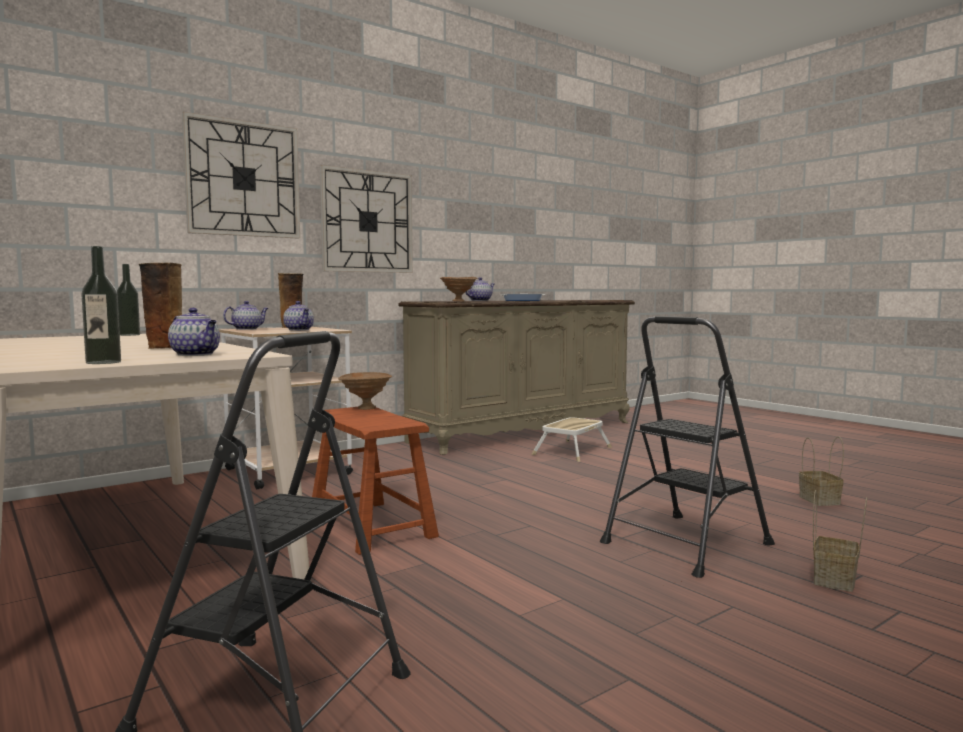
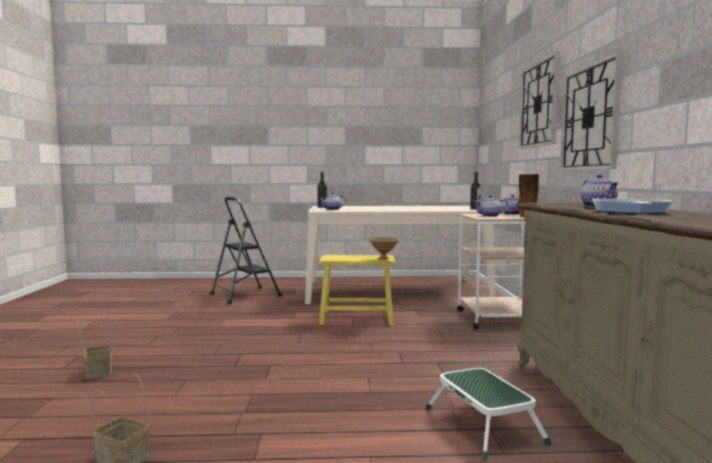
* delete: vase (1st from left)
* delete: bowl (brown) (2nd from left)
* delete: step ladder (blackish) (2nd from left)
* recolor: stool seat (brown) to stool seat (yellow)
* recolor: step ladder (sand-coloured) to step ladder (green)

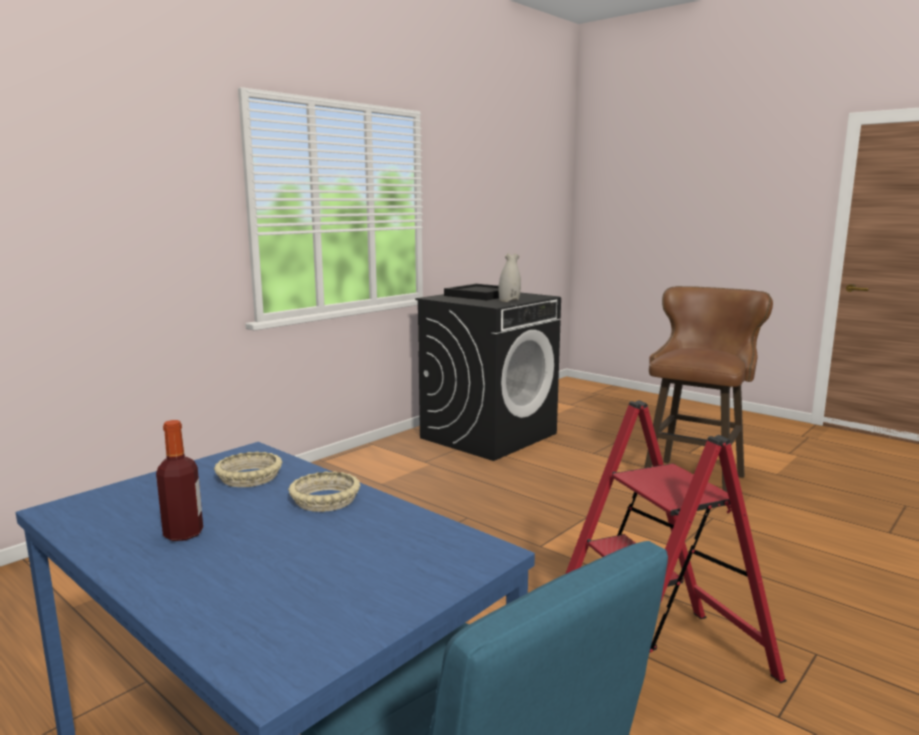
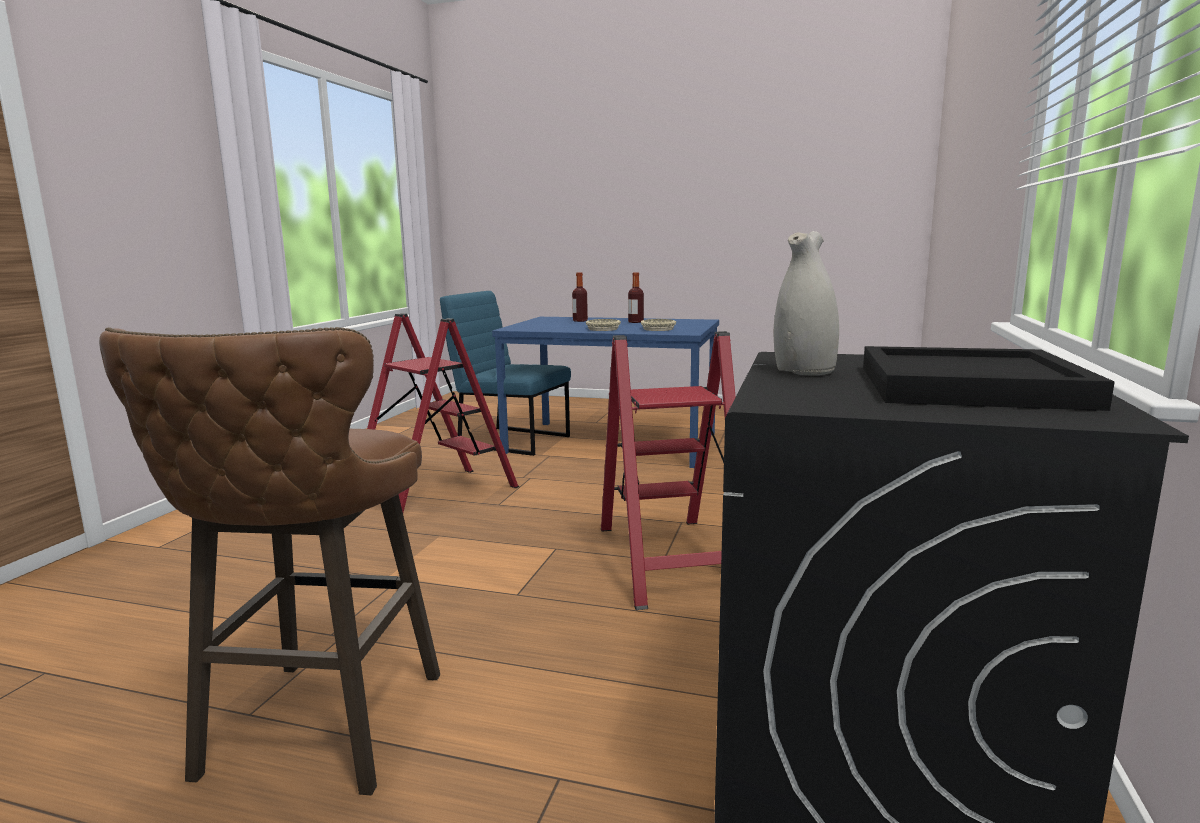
* insert: drink bottle (1st from left)
* insert: step ladder (red) (2nd from left)

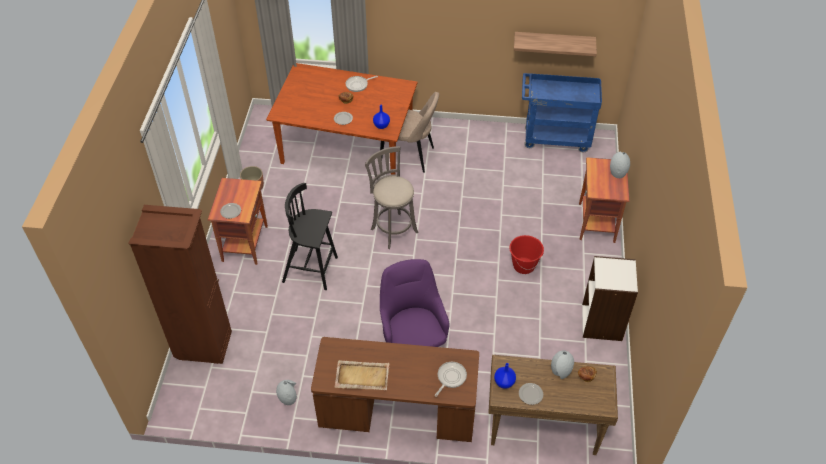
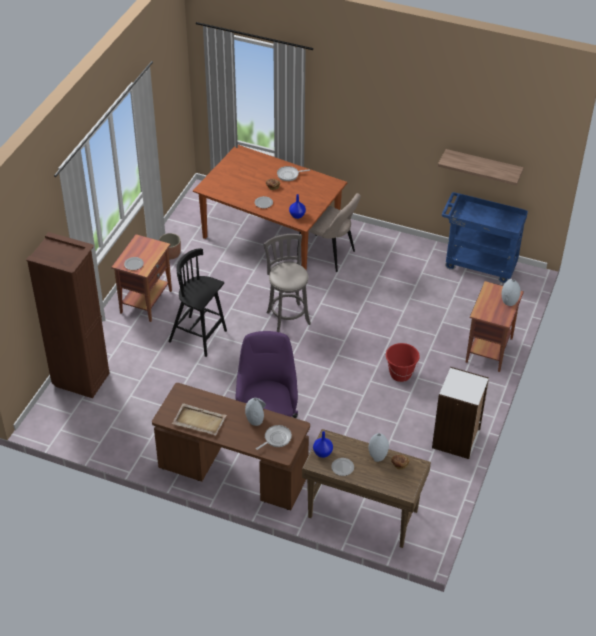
* move: vase (grey) (1st from left)

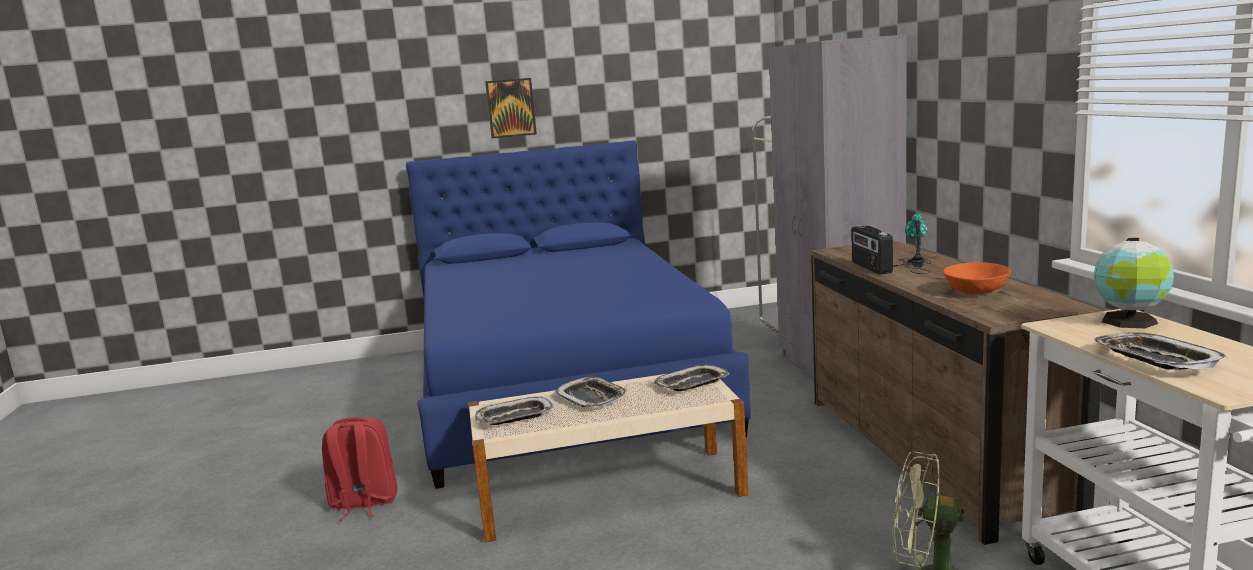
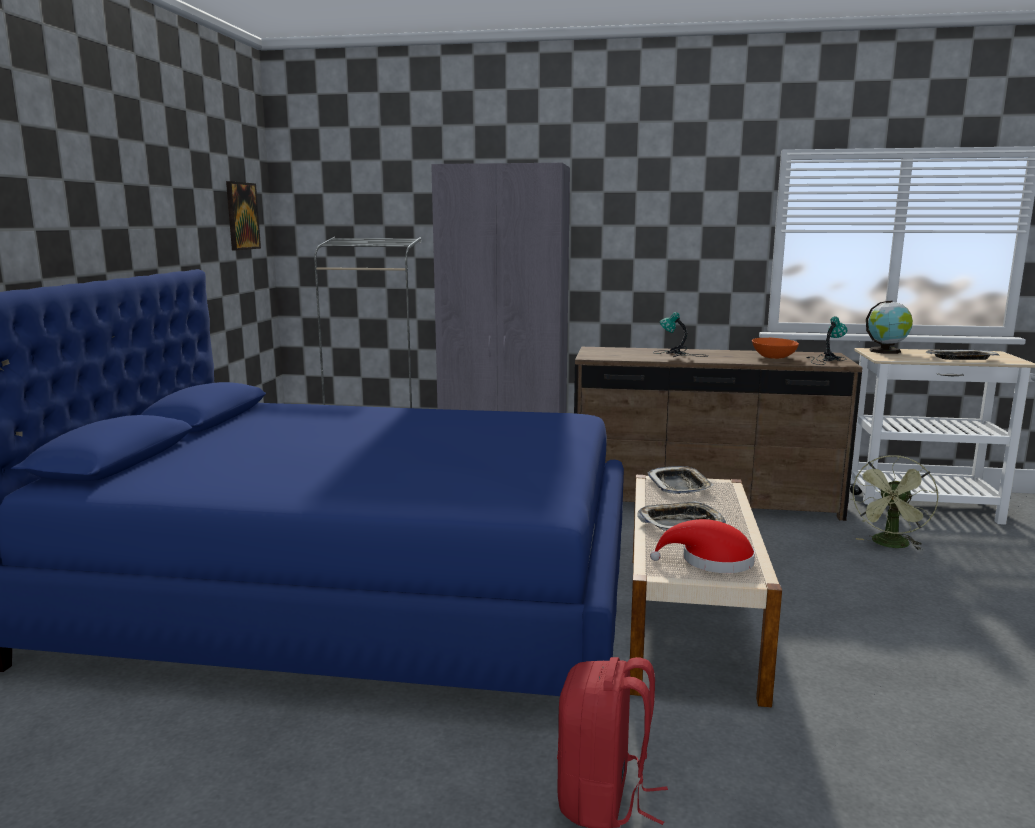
* delete: radio
* insert: table lamp (2nd from left)
* move: picture
* replace: serving tray (1st from left) to clothing hat (red)

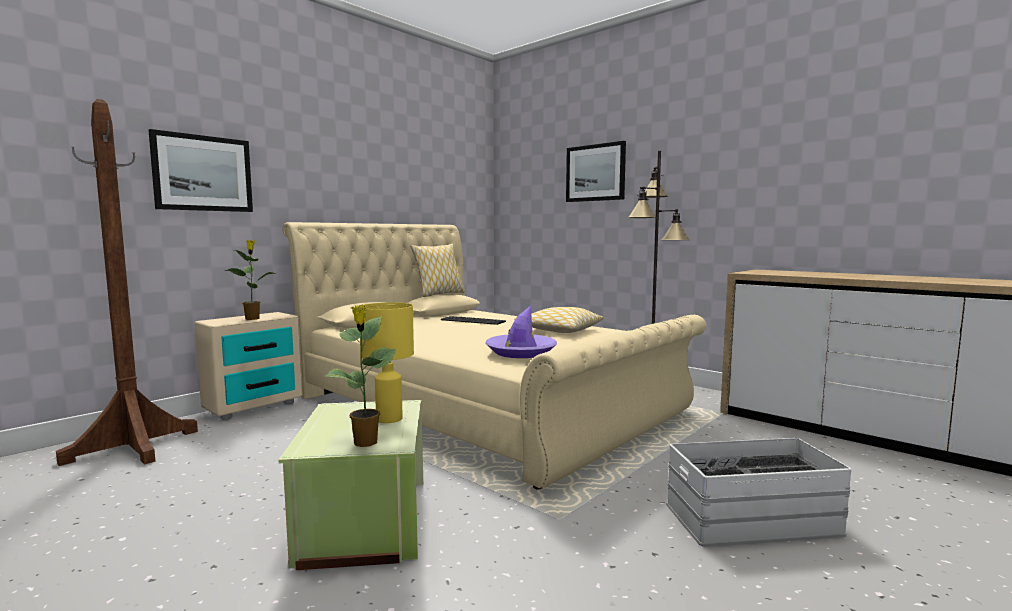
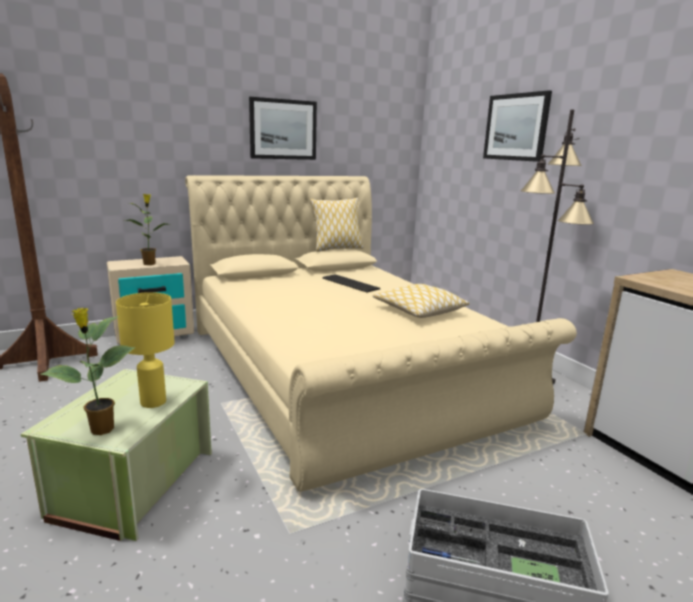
* delete: clothing hat (purplish)
* move: picture (1st from left)

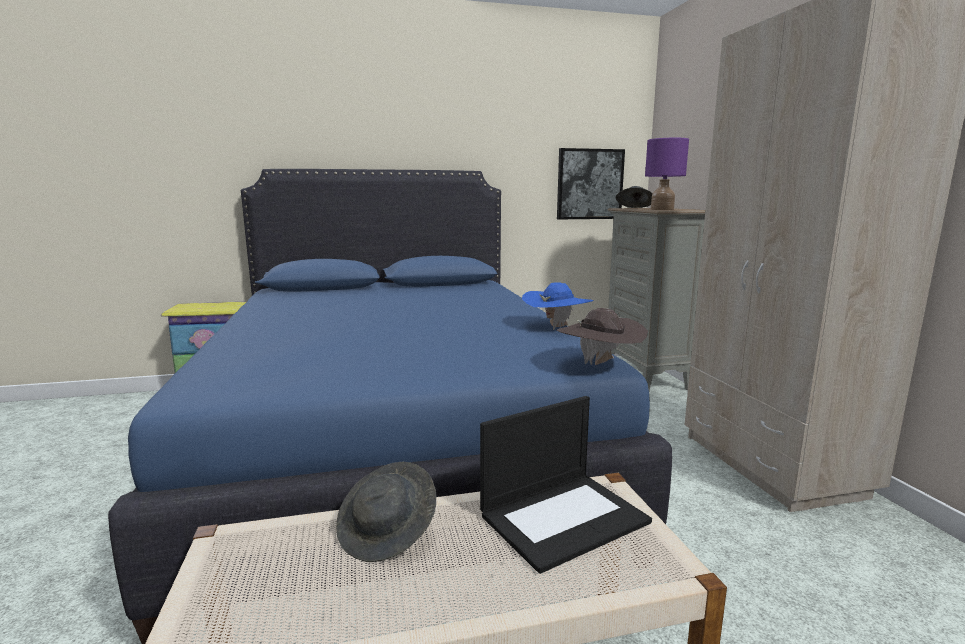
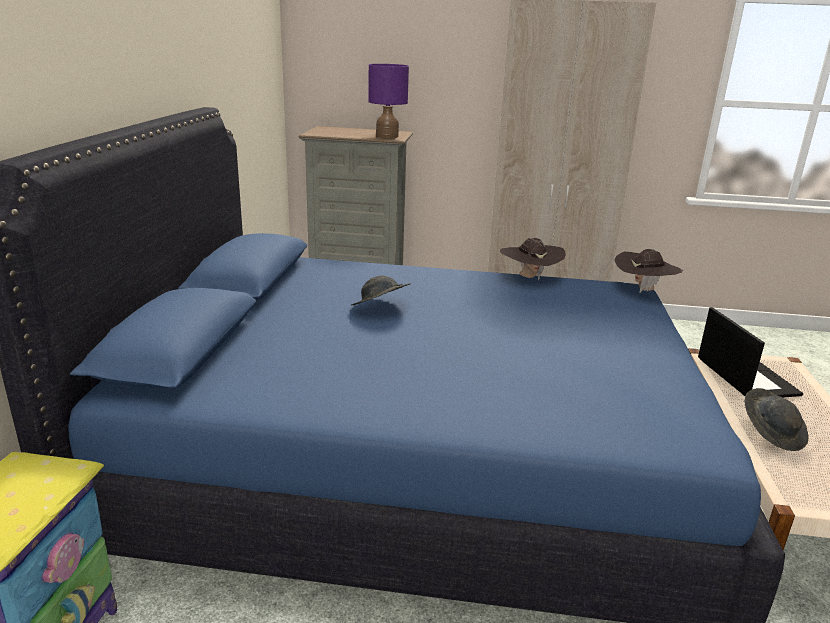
* delete: picture
* move: clothing hat (grey) (2nd from left in the first image) to clothing hat (grey) (1st from left)
* recolor: clothing hat (blue-coloured) to clothing hat (brown) (1st from left)

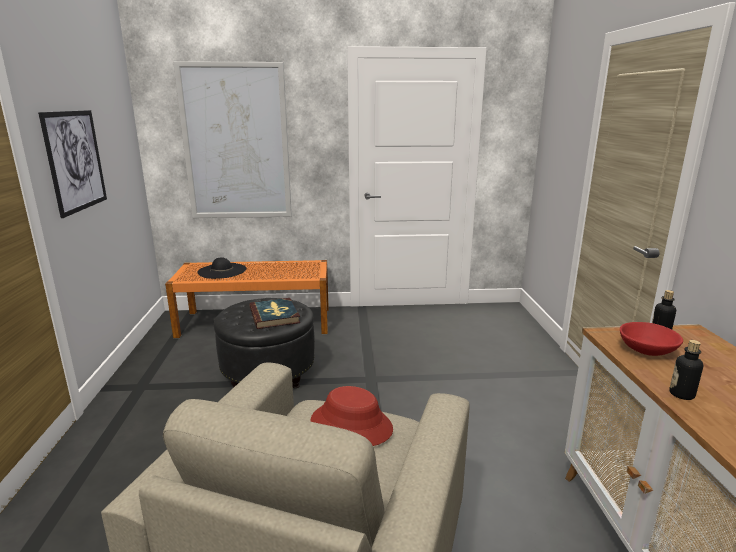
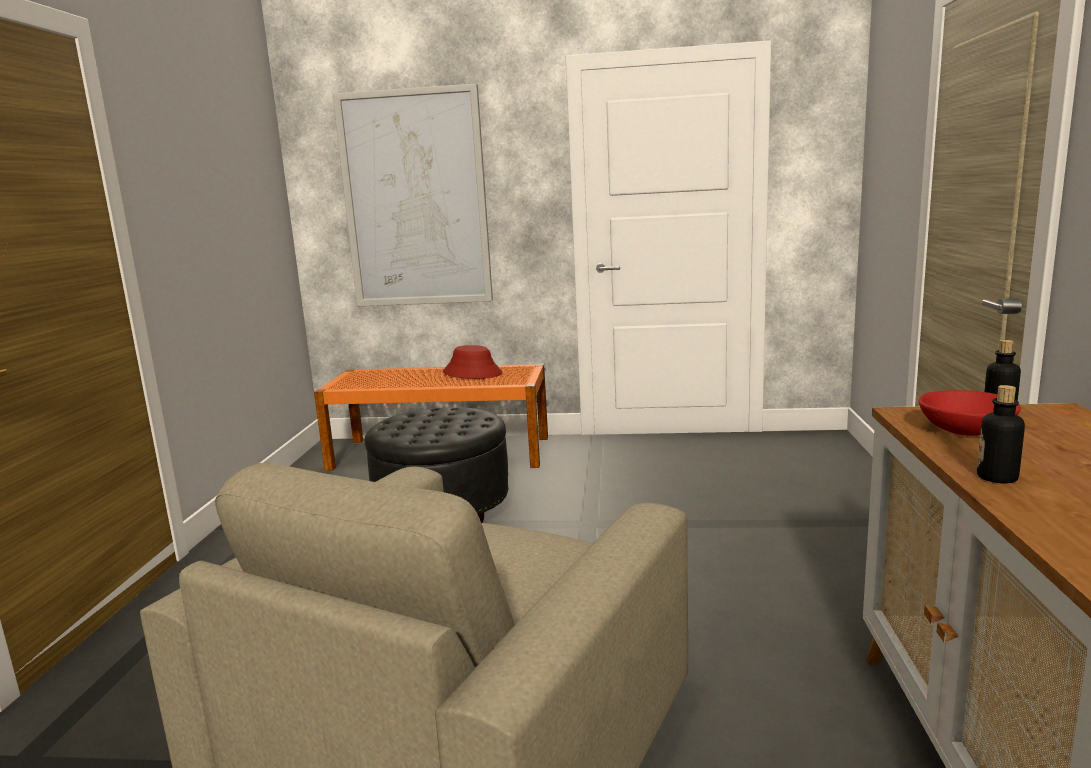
* delete: picture (1st from left)
* delete: clothing hat (blackish)
* delete: volume
* move: clothing hat (red)

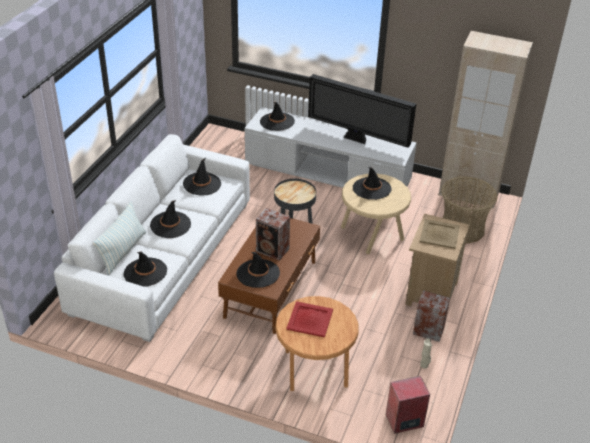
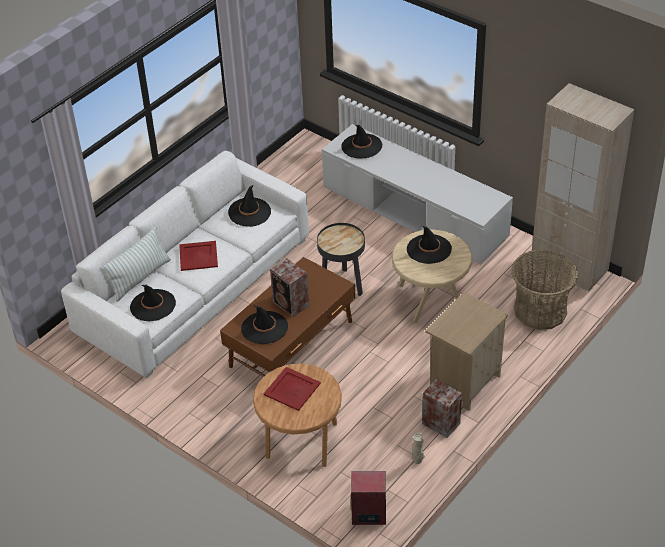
* delete: TV
* delete: serving tray (sand-coloured)
* replace: clothing hat (blackish) (2nd from left) to serving tray (red) (1st from left)

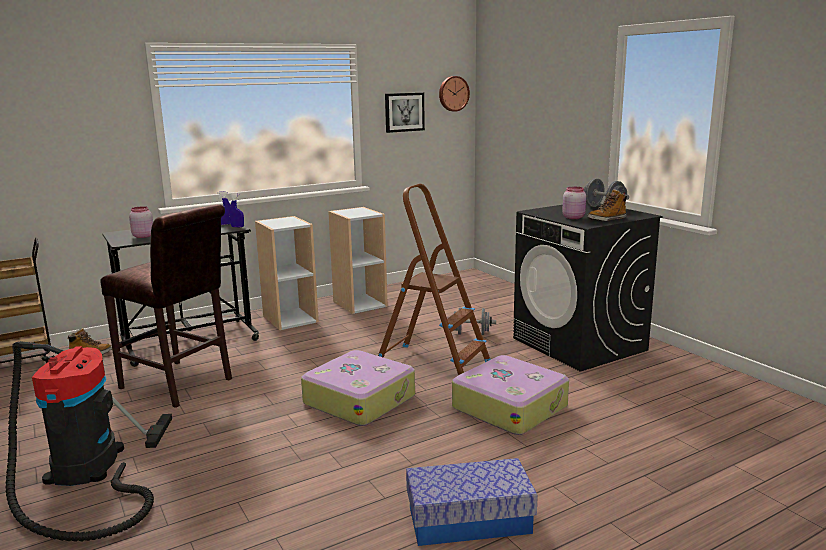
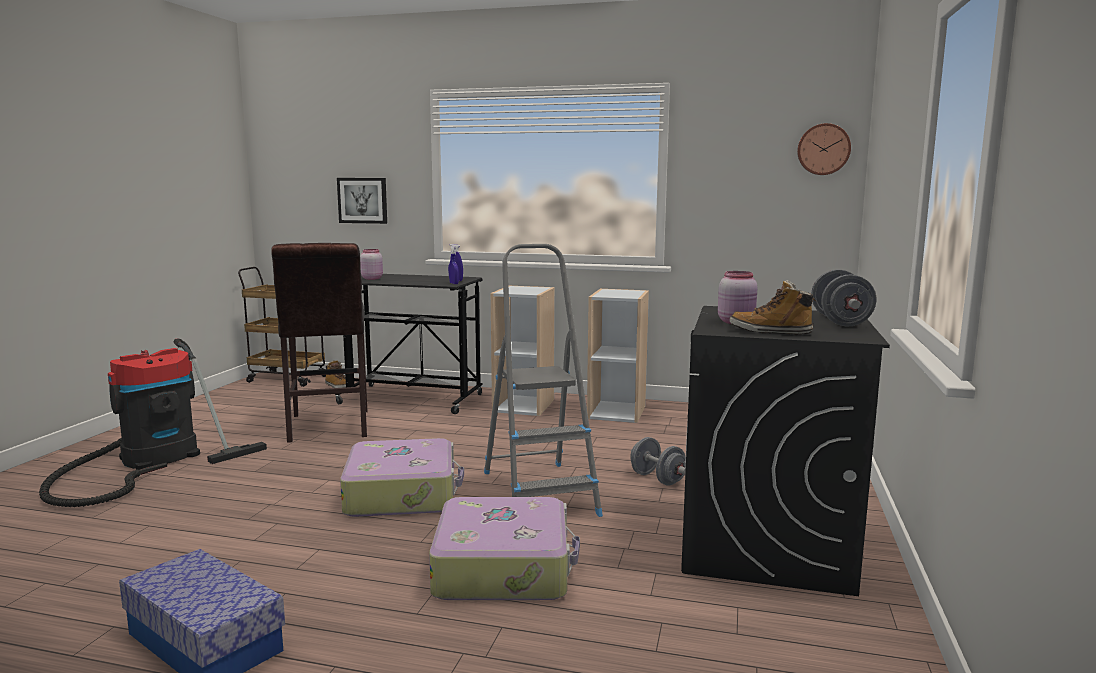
* move: picture
* recolor: step ladder (brown) to step ladder (grey)

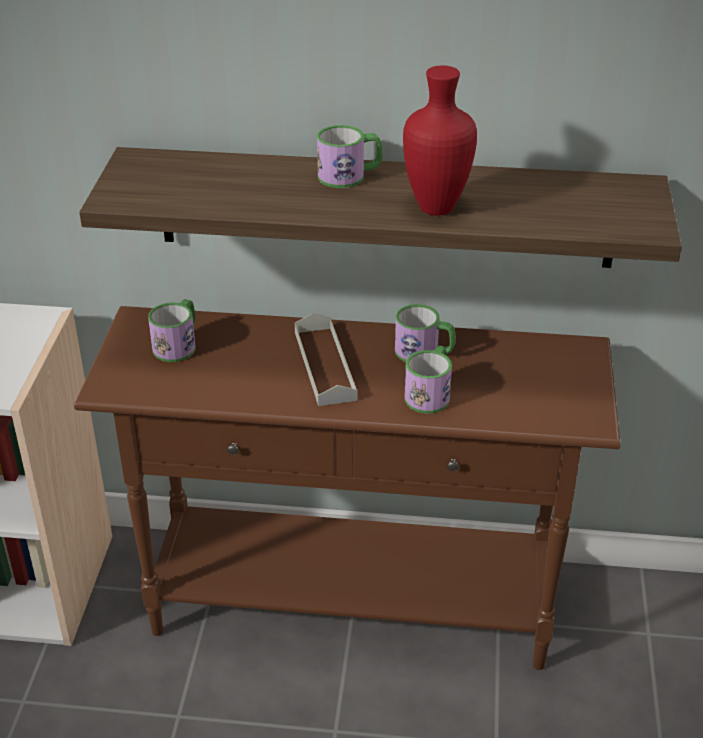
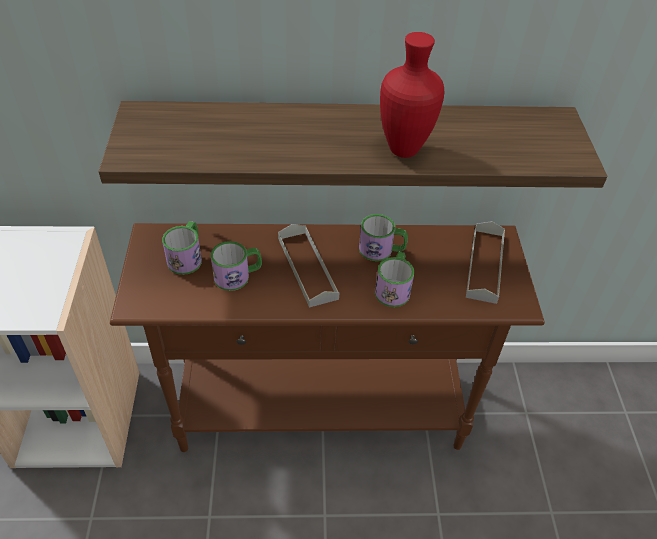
* insert: serving tray (grey) (2nd from left)
* move: coffee mug (2nd from left)

